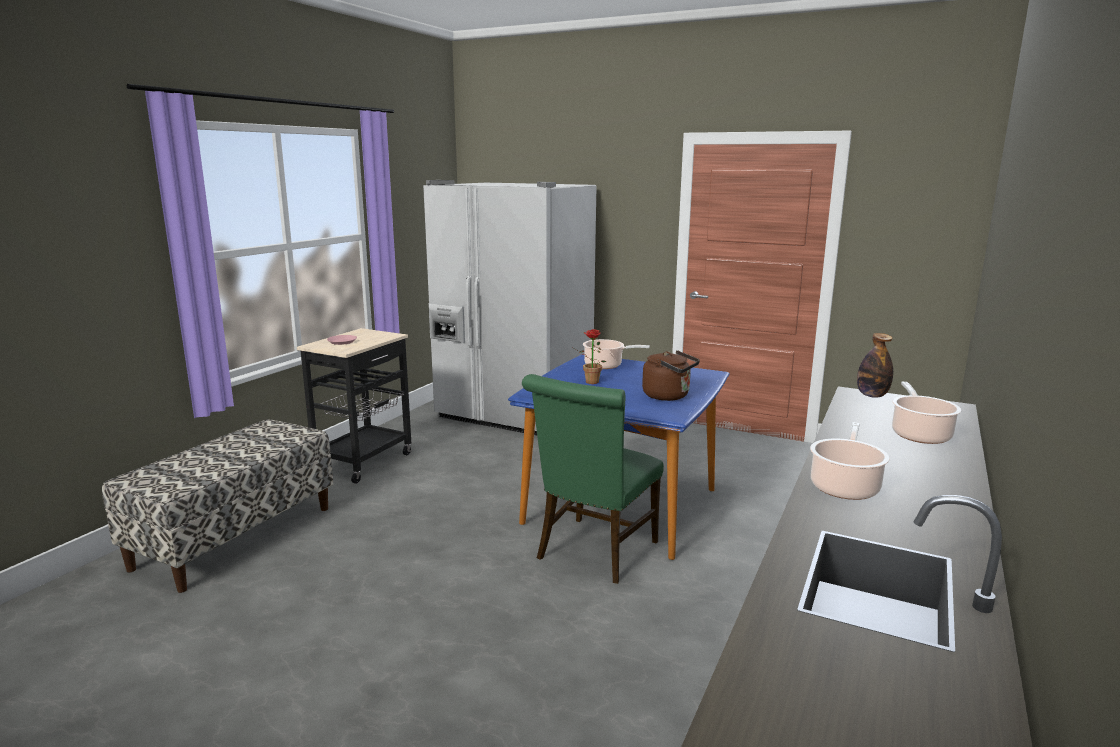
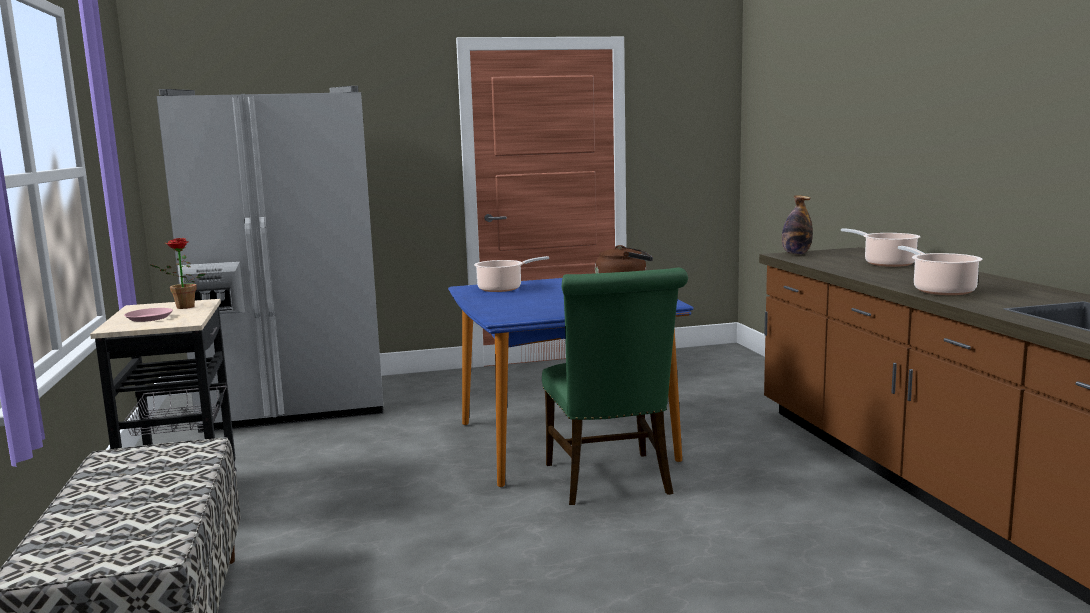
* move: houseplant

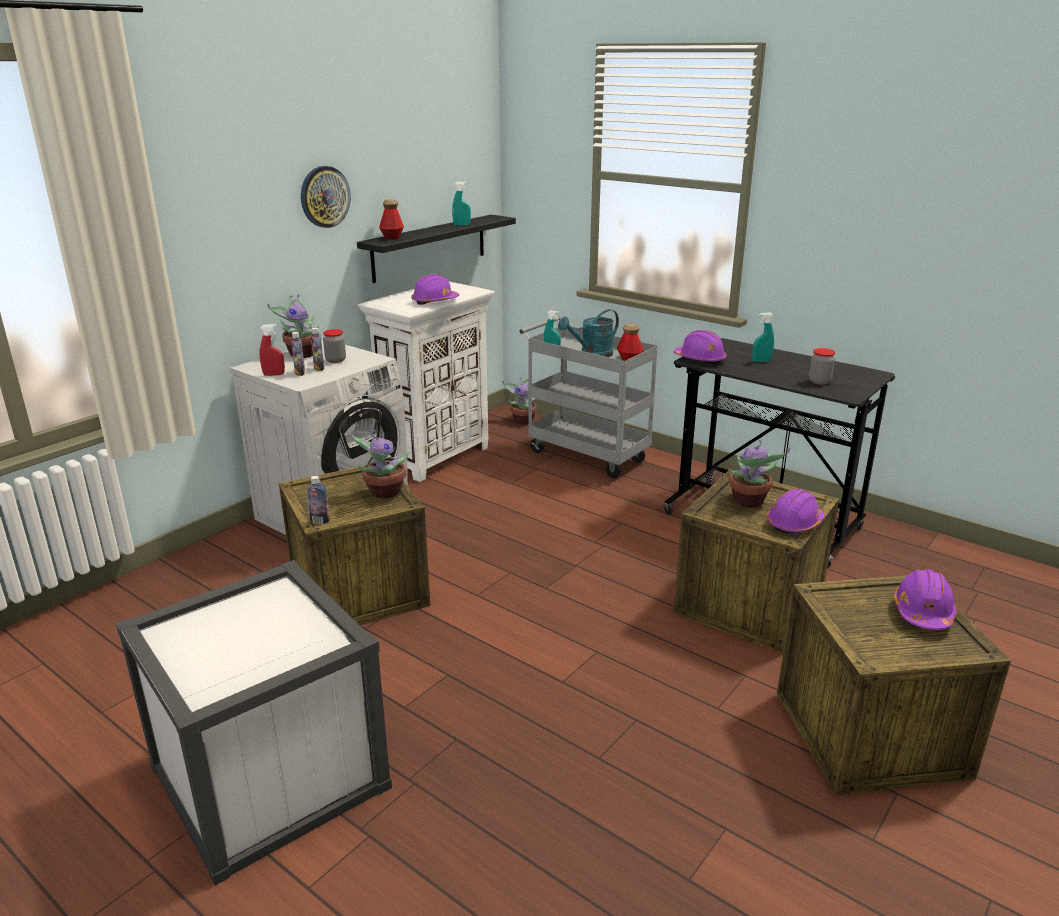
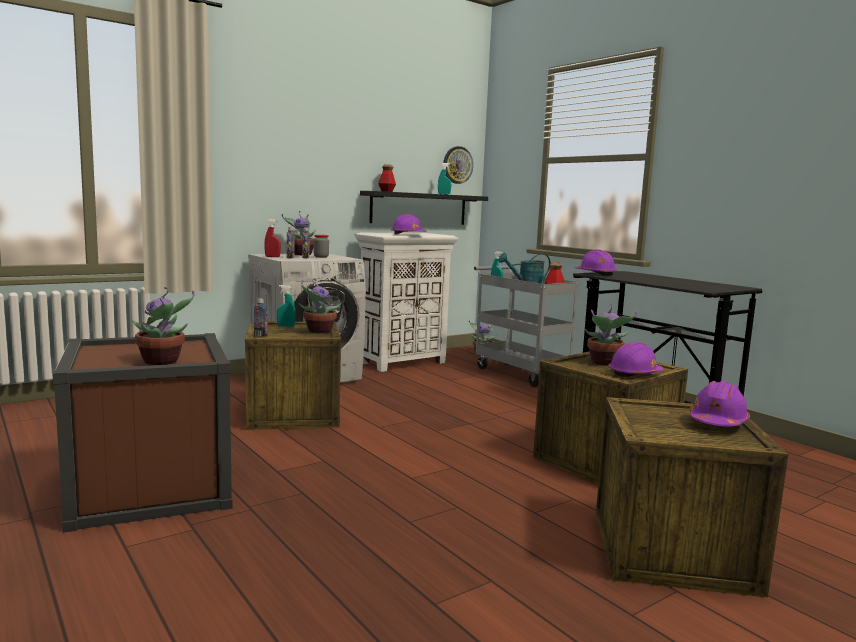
* delete: storage jar (2nd from left)
* insert: houseplant (1st from left)
* move: wall clock
* move: spray bottle (turquoise) (3rd from left in the first image) to spray bottle (turquoise) (1st from left)
* recolor: storage container (white-coloured) to storage container (brown)

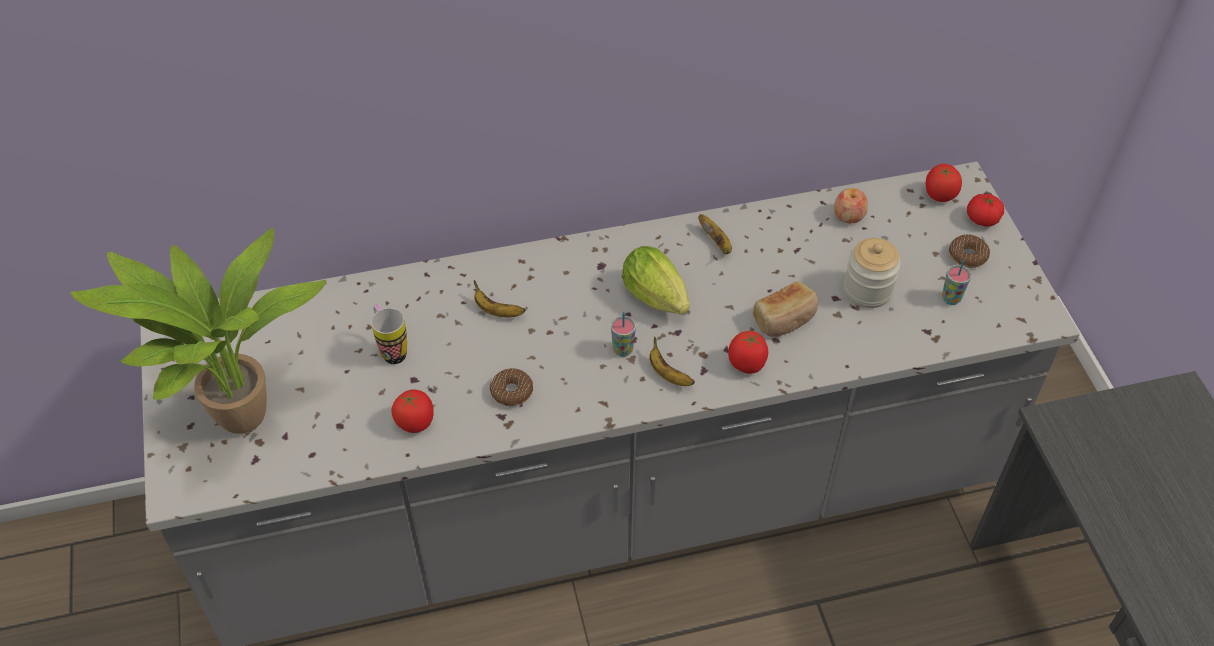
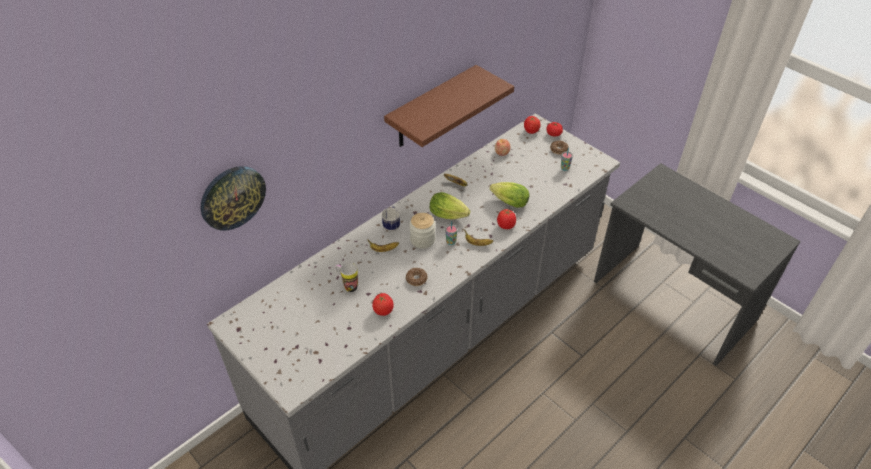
* delete: houseplant
* insert: wall clock
* insert: coffee mug (2nd from left)
* insert: bracket shelf (brown)
* move: storage jar
* replace: baked bread to lettuce (2nd from left)

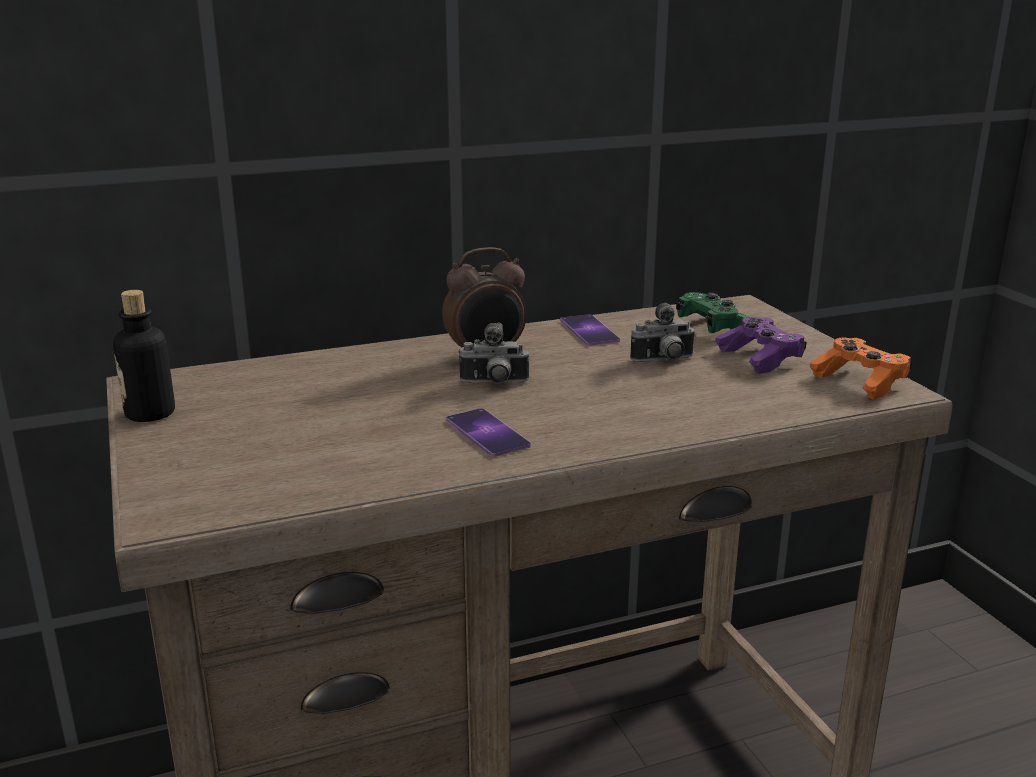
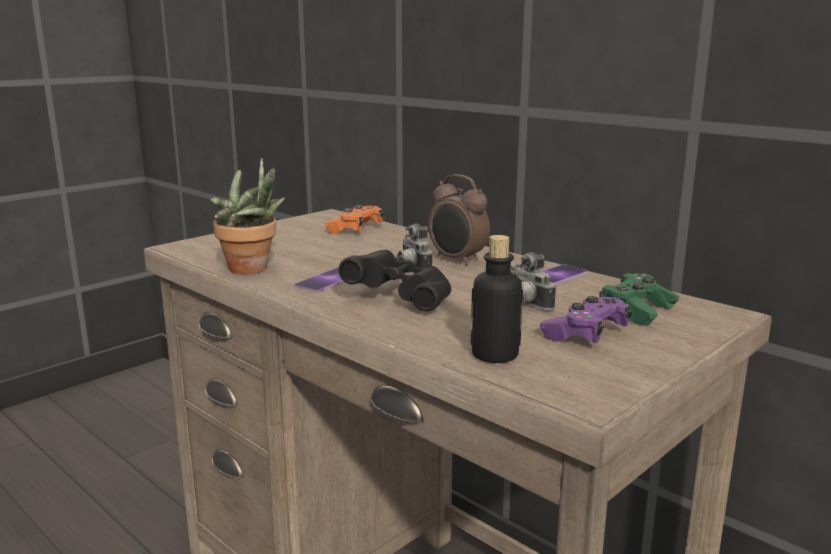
* insert: houseplant
* insert: field glasses (blackish)
* move: drink bottle
* move: gamepad (orange-coloured)

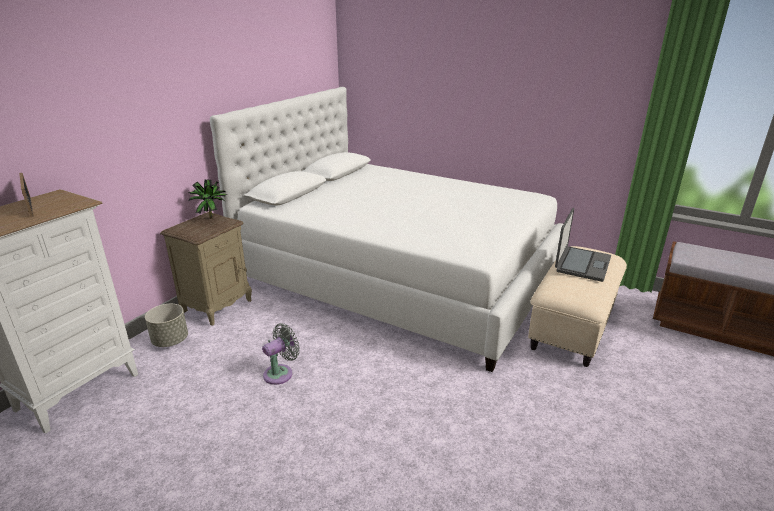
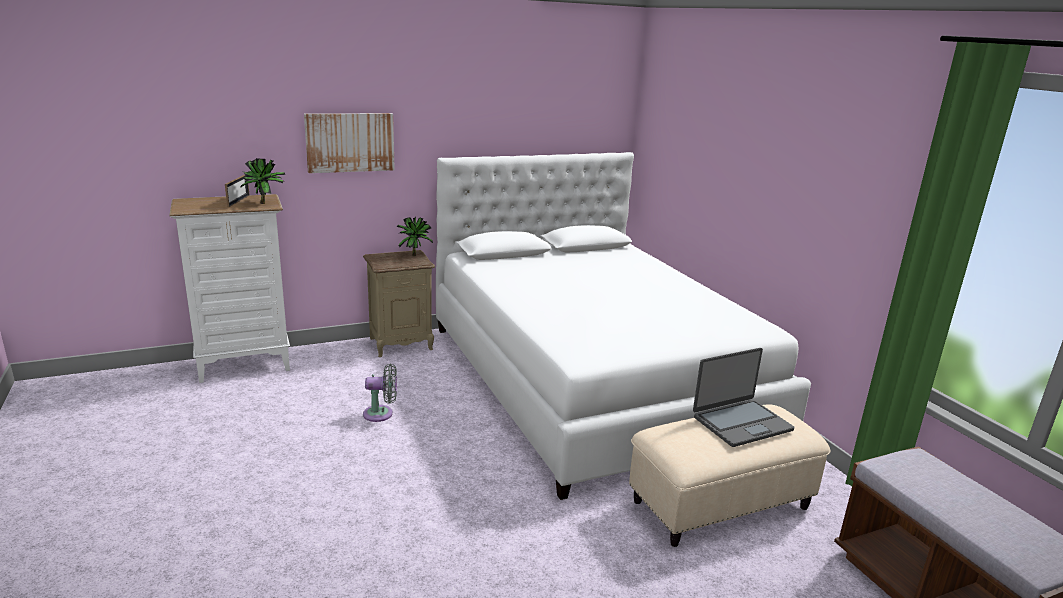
* delete: flower pot (grey)
* insert: houseplant (1st from left)
* insert: picture

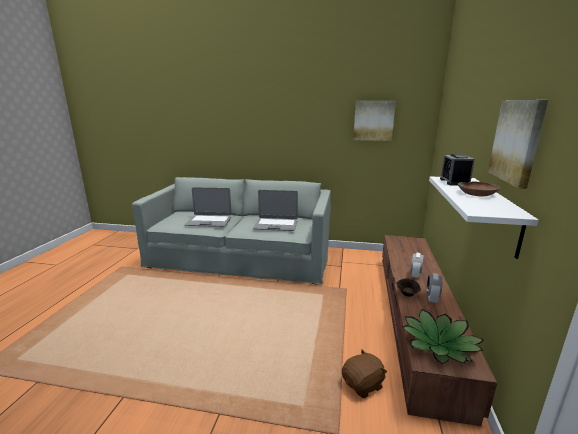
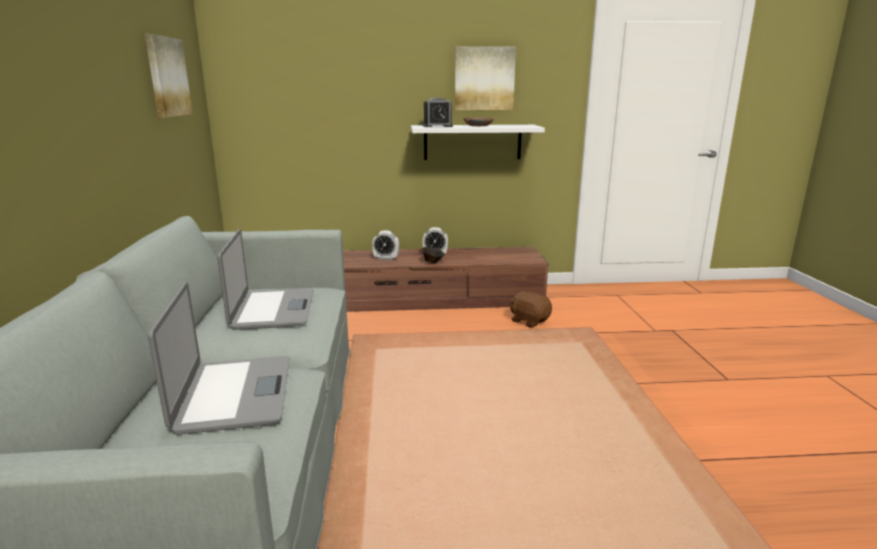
* delete: houseplant

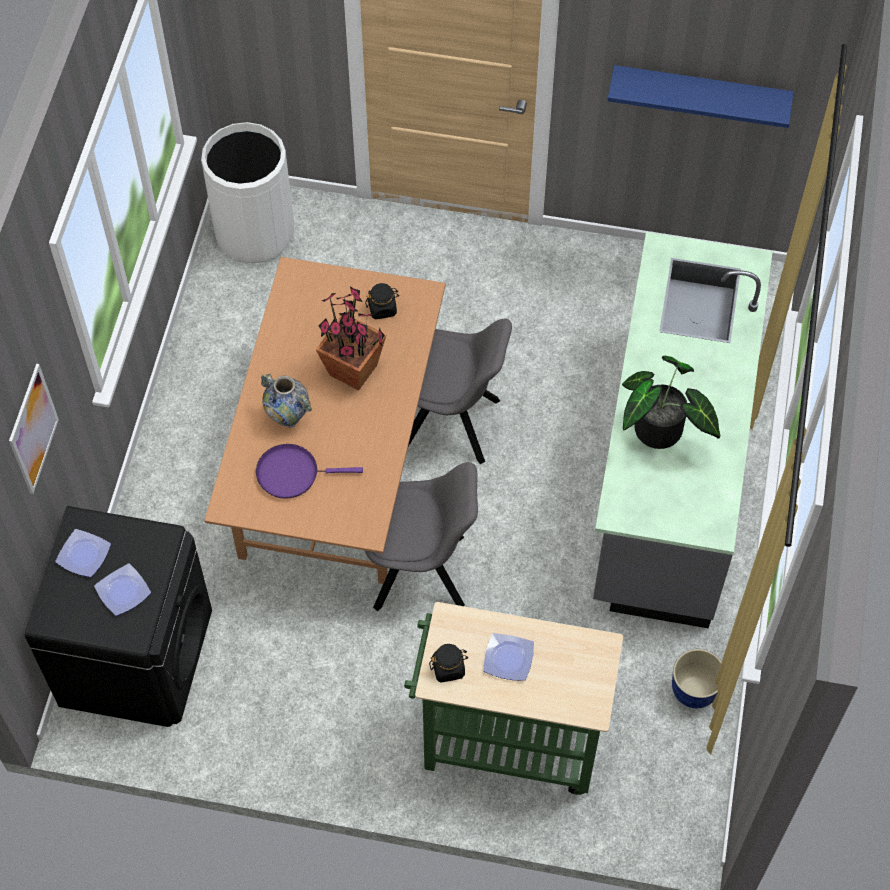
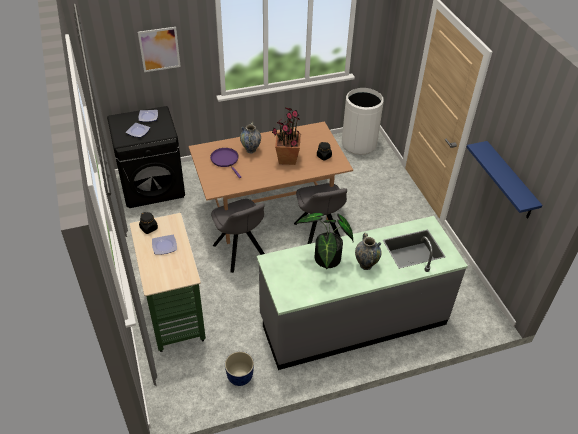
* insert: vase (2nd from left)

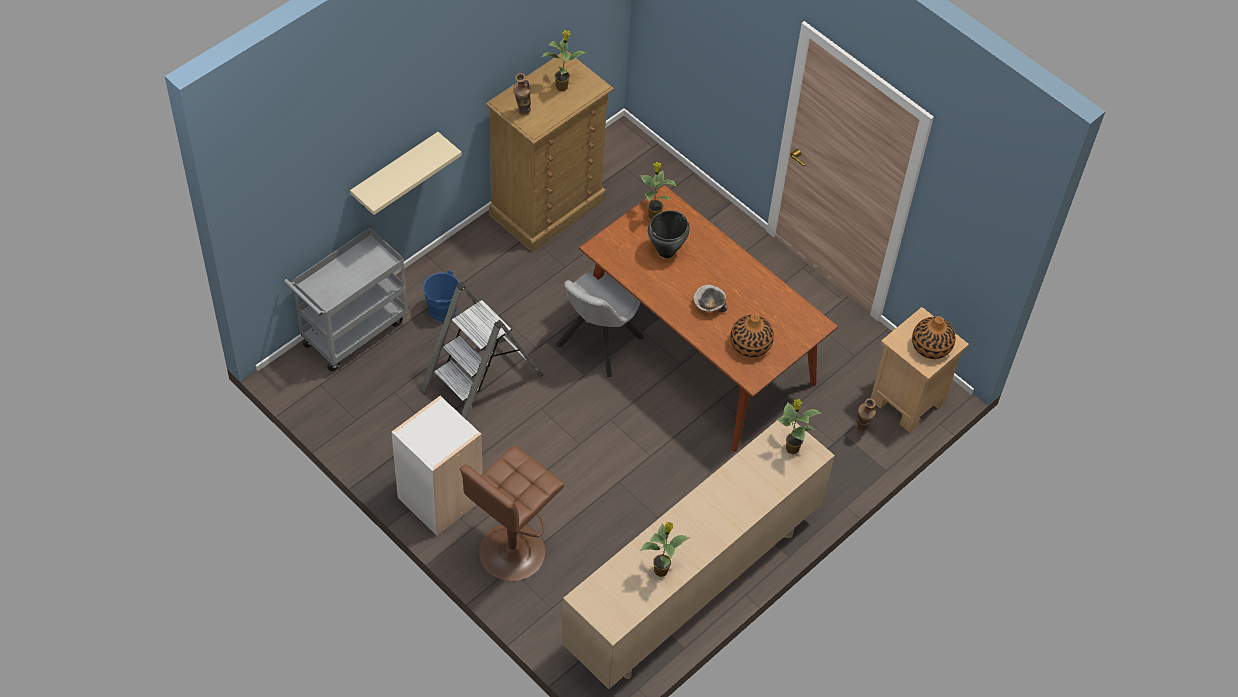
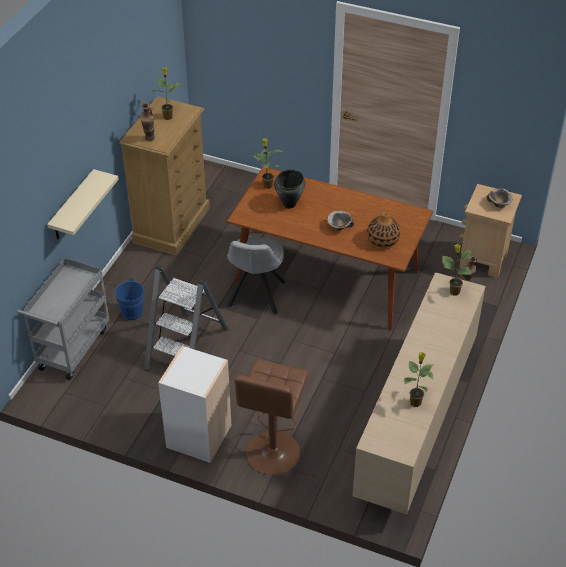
* replace: vase (4th from left) to bowl (2nd from left)

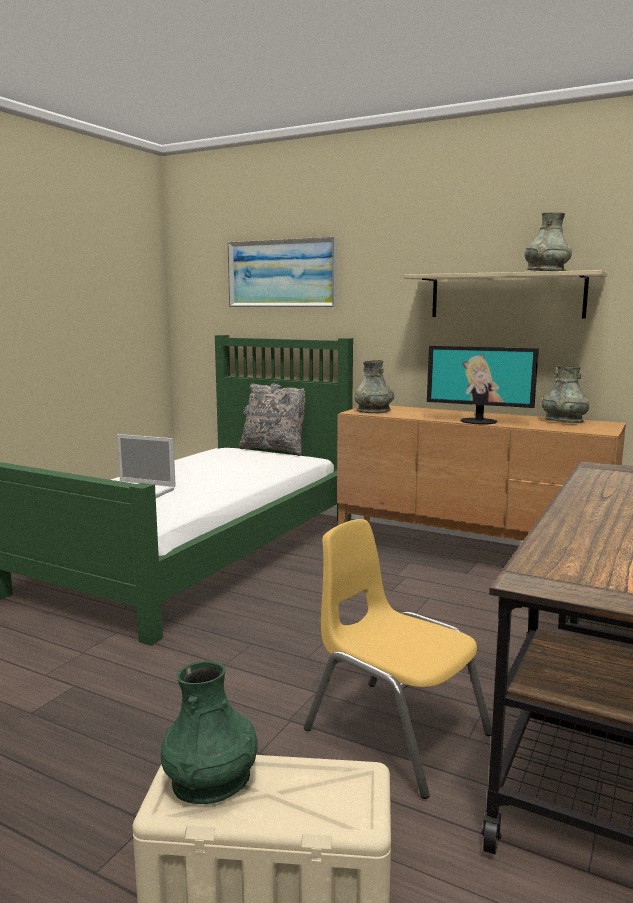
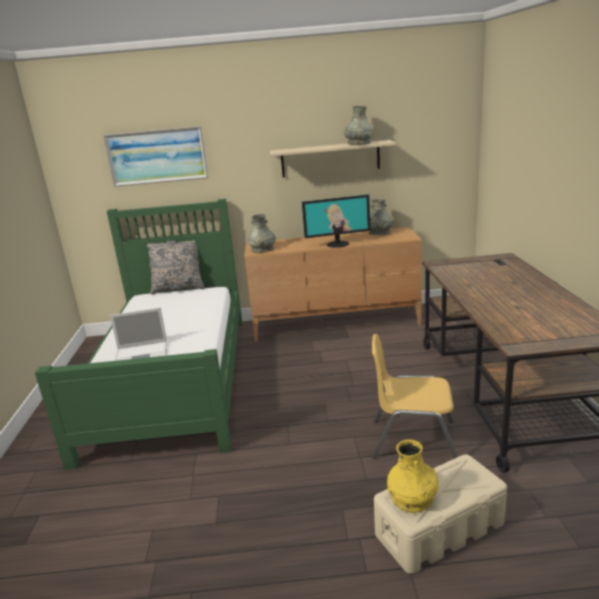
* recolor: vase (green) to vase (yellow)

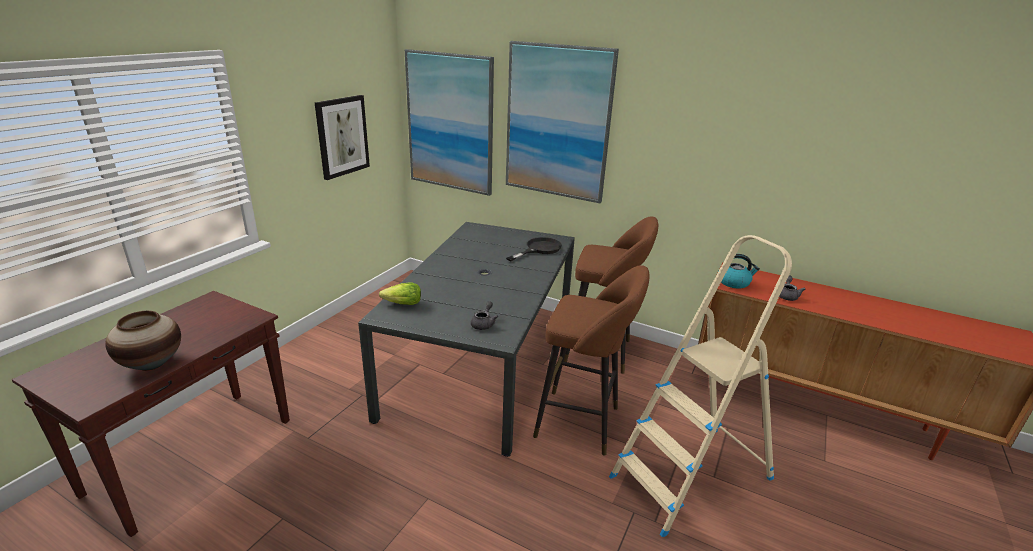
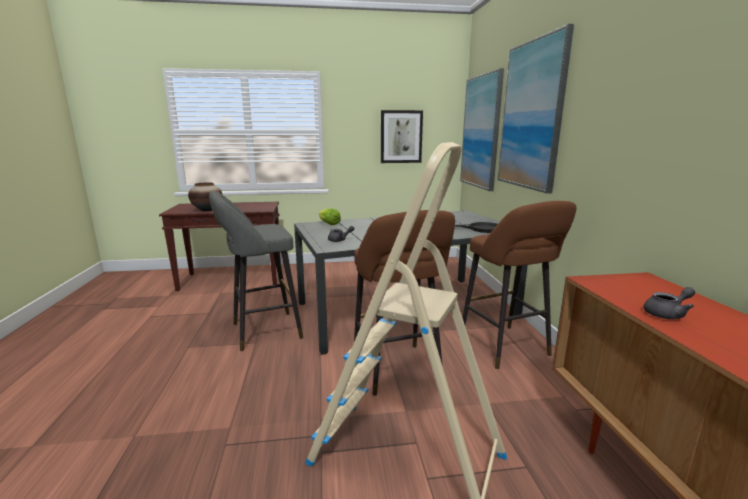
* delete: water kettle
* insert: stool seat (grey)

